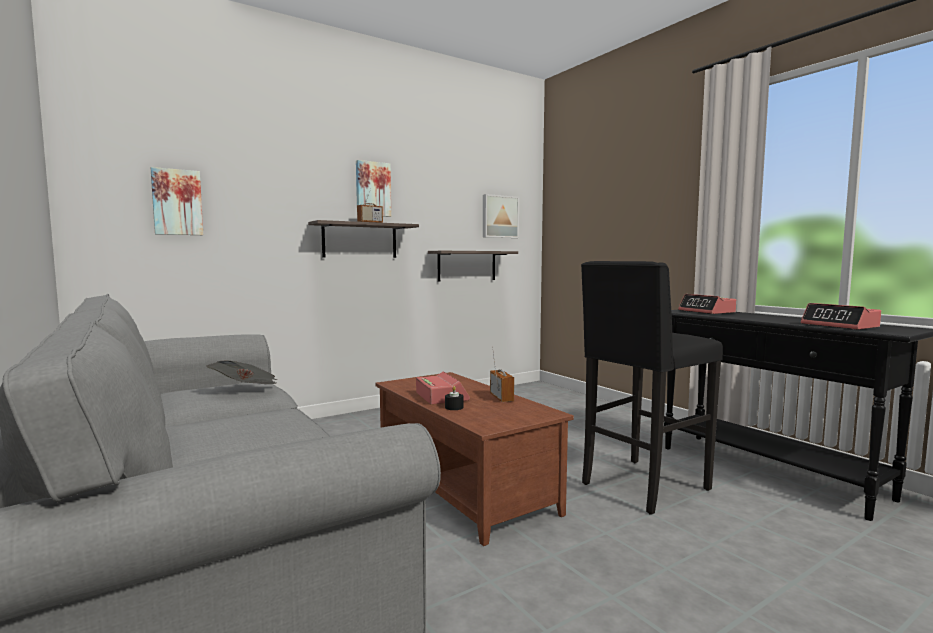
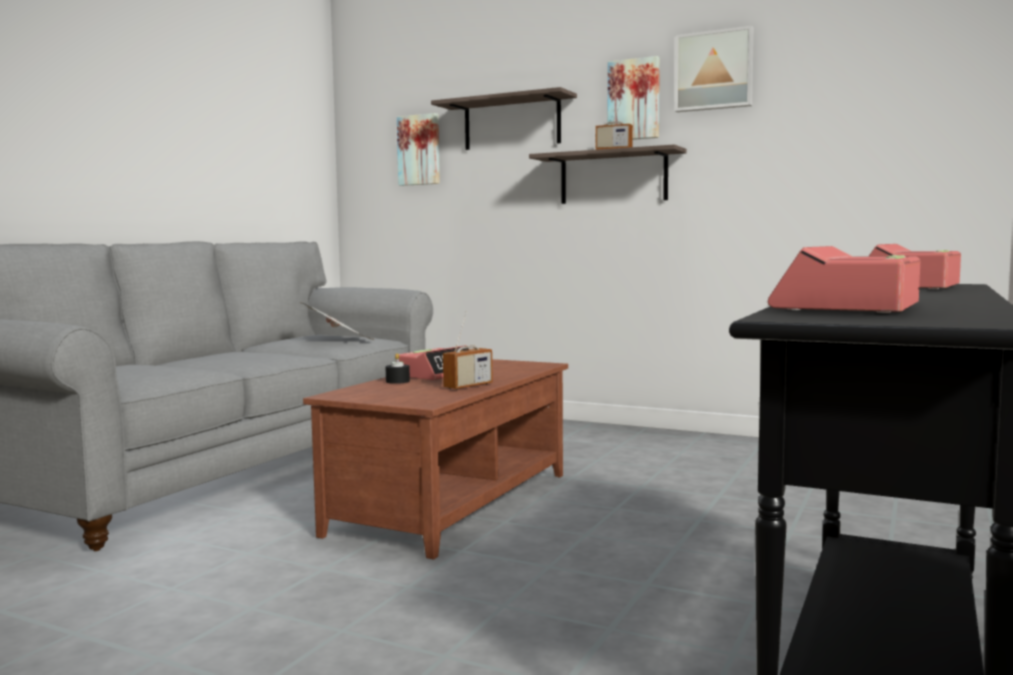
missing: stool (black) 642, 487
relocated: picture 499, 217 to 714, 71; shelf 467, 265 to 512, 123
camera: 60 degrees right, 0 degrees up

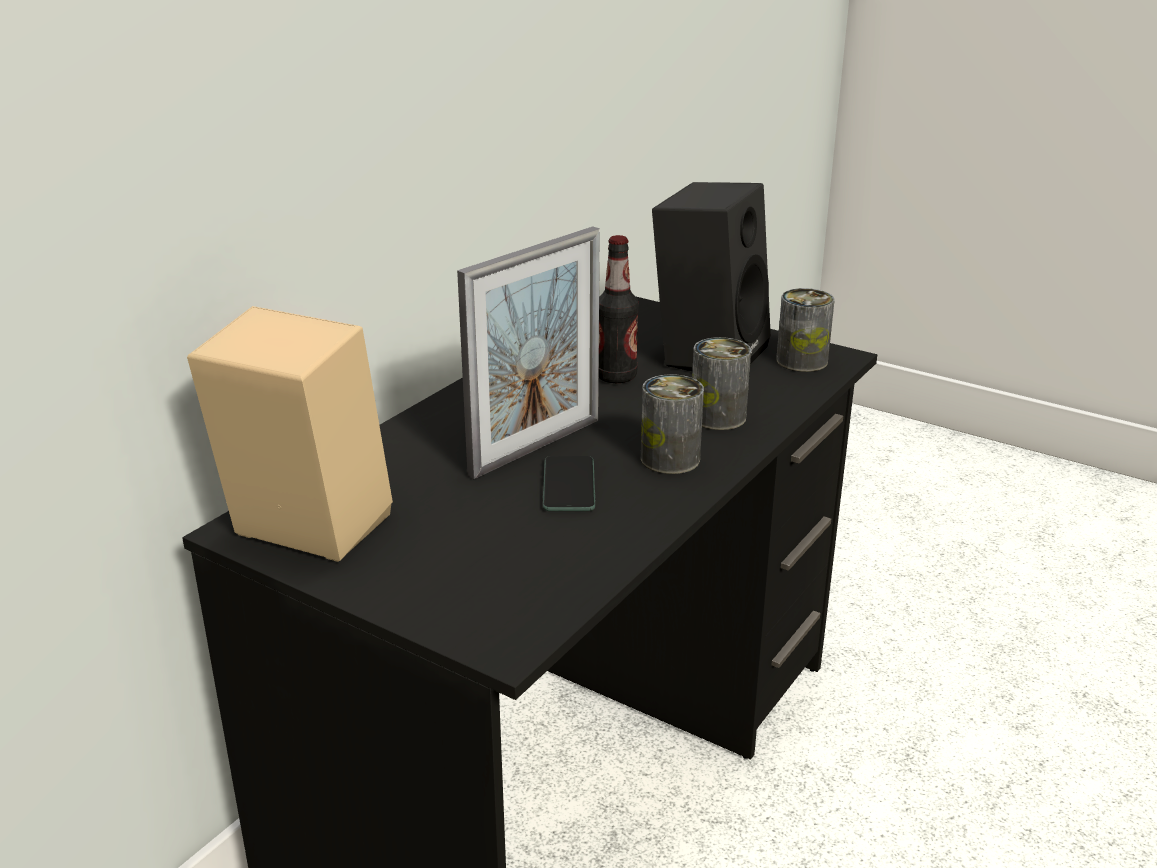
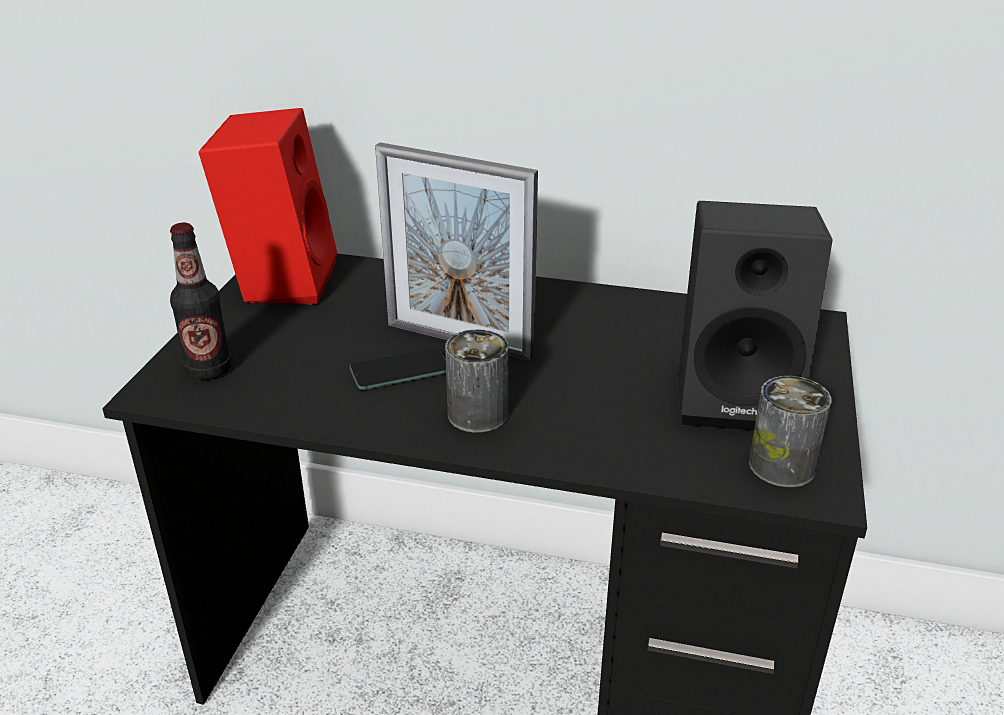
missing: can 718, 416
relocated: bottle 616, 377 to 209, 370
colour: speaker (beige) 302, 532 to speaker (red) 281, 280
camera: 70 degrees right, 5 degrees up

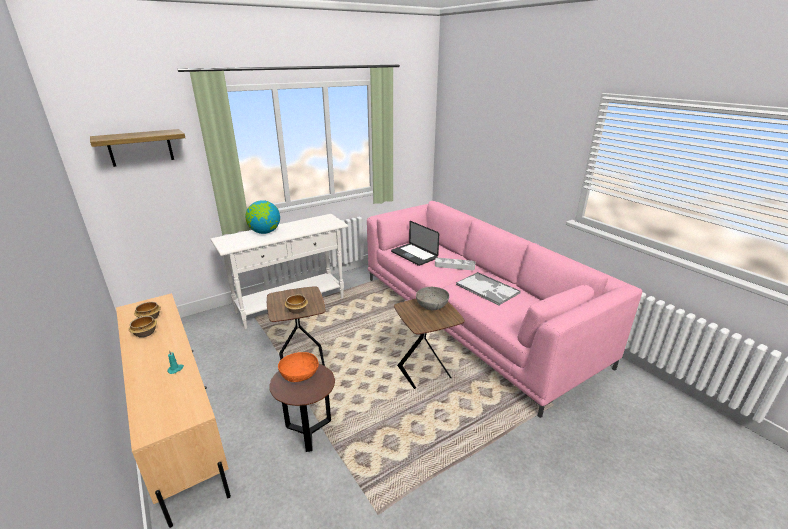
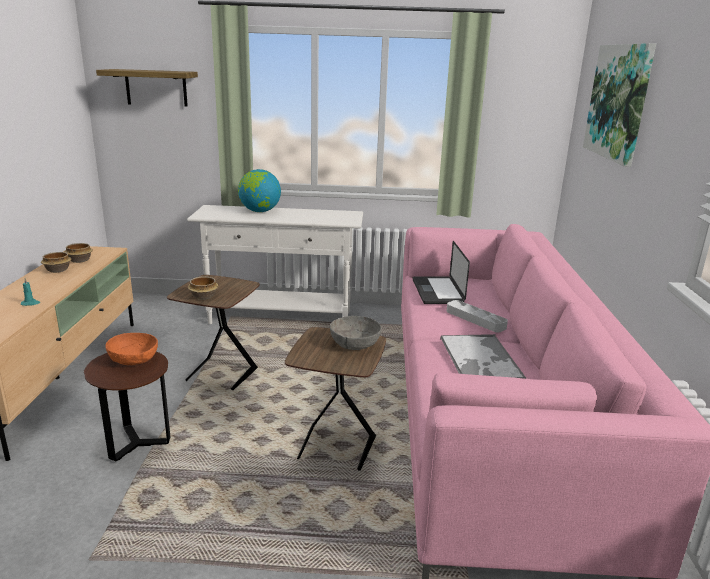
appeared: picture 618, 102
camera: 35 degrees right, 5 degrees down

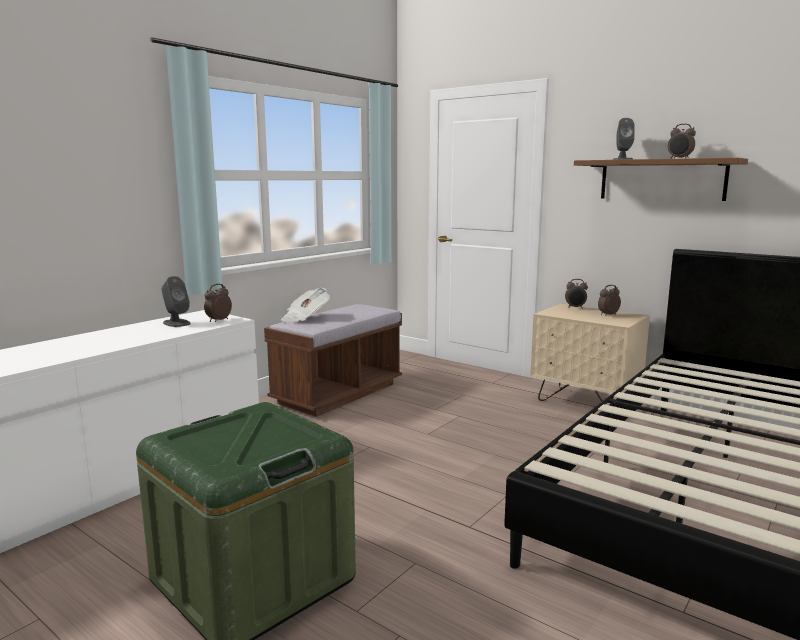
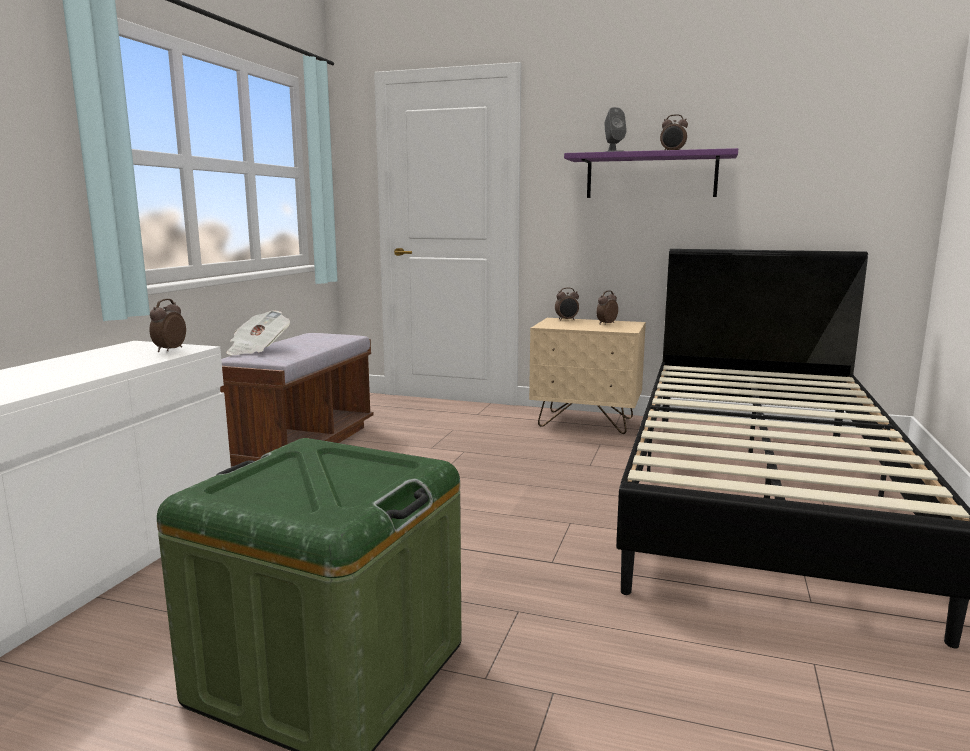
missing: speaker (grey) 176, 323
colour: shelf (brown) 661, 180 to shelf (purple) 651, 176
camera: 20 degrees left, 0 degrees up

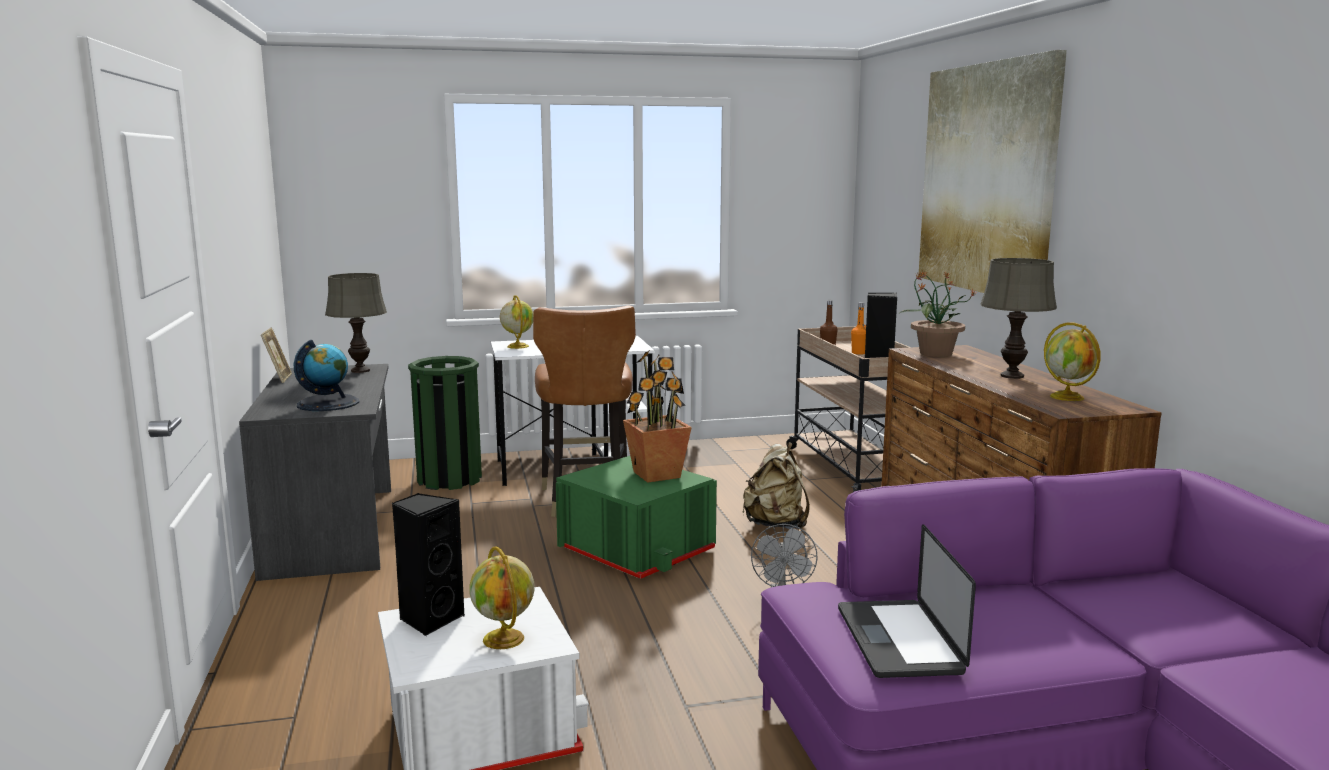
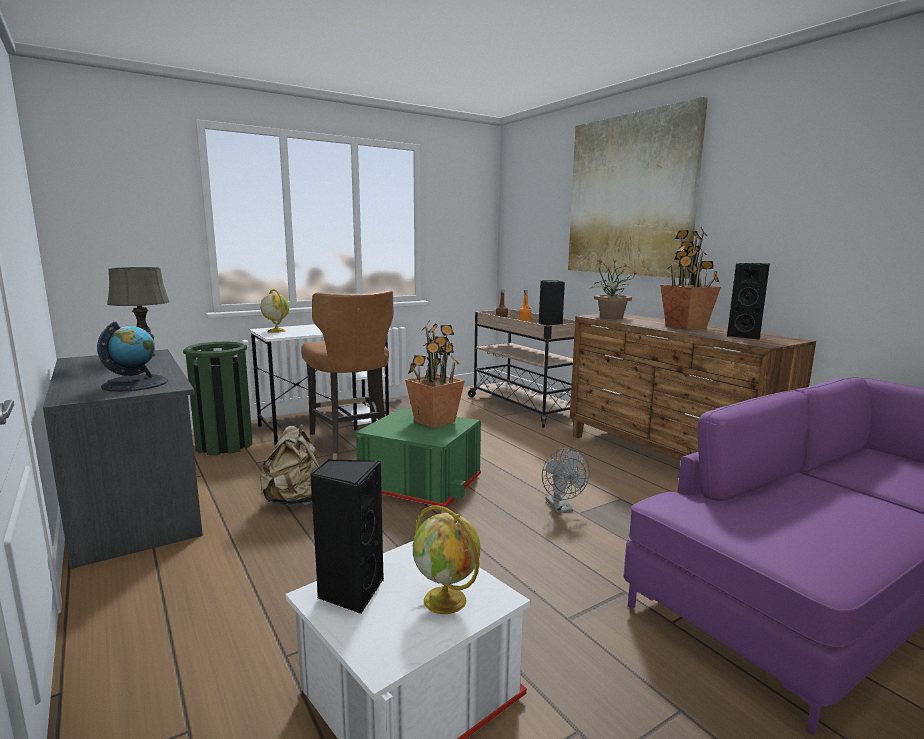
missing: picture frame 279, 378; laptop 899, 640
relocated: backpack (beige) 776, 525 to 295, 501
exchanged: table lamp (grey) 1012, 376 to potted plant 685, 326; globe 1068, 397 to speaker (black) 746, 336
camera: 20 degrees left, 0 degrees up

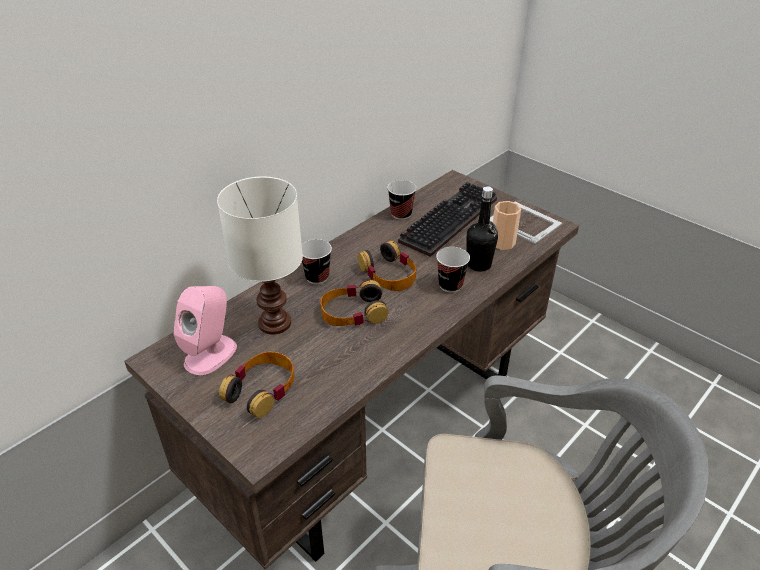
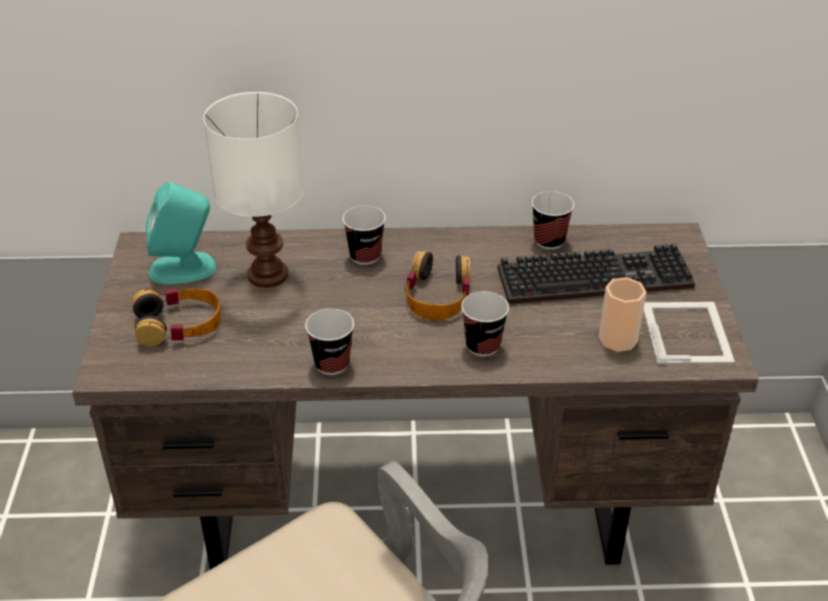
missing: bottle (black) 478, 264; headphones 353, 312
appeared: cup 332, 364
colour: speaker (pink) 211, 354 to speaker (turquoise) 183, 268
camera: 45 degrees right, 0 degrees up

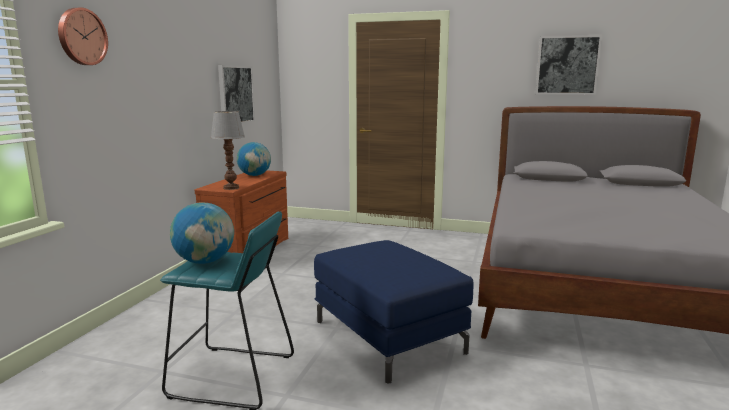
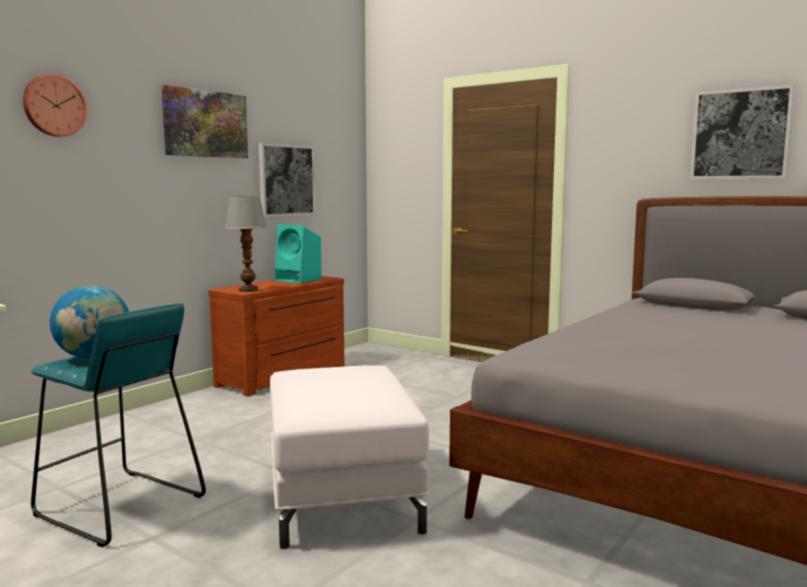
appeared: picture 205, 124
exchanged: globe 255, 175 to speaker (turquoise) 299, 280
colour: ottoman (blue) 389, 336 to ottoman (white) 343, 494
camera: 20 degrees right, 5 degrees down

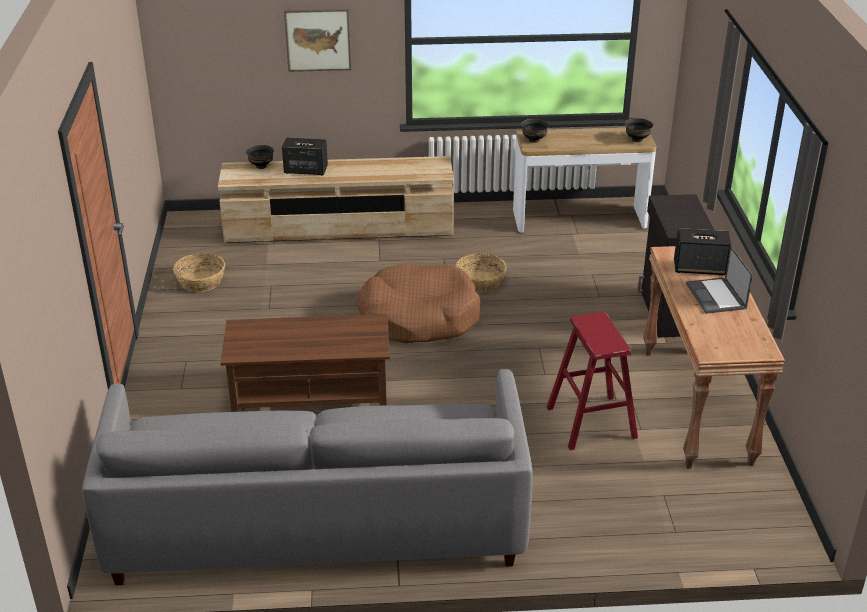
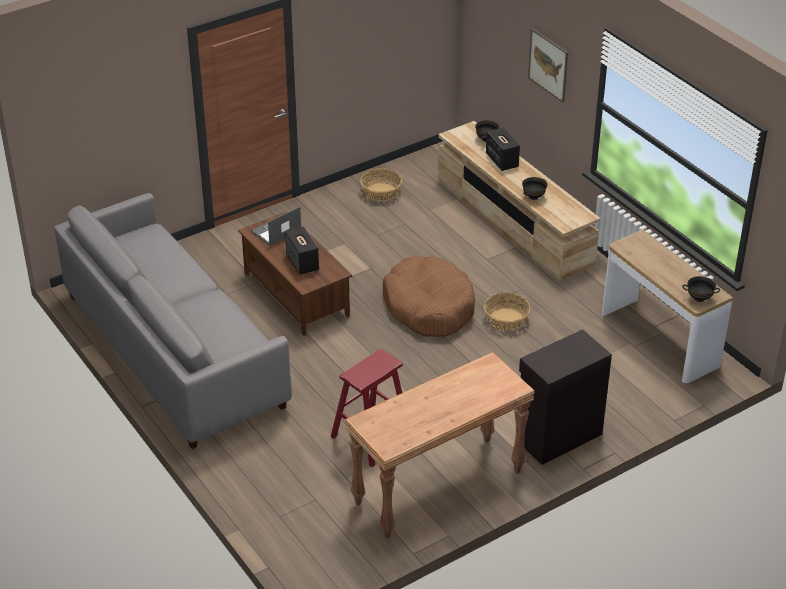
relocated: bowl (black) 534, 140 to 534, 197; speaker 700, 268 to 302, 262; laptop 716, 296 to 276, 231
camera: 60 degrees right, 5 degrees up

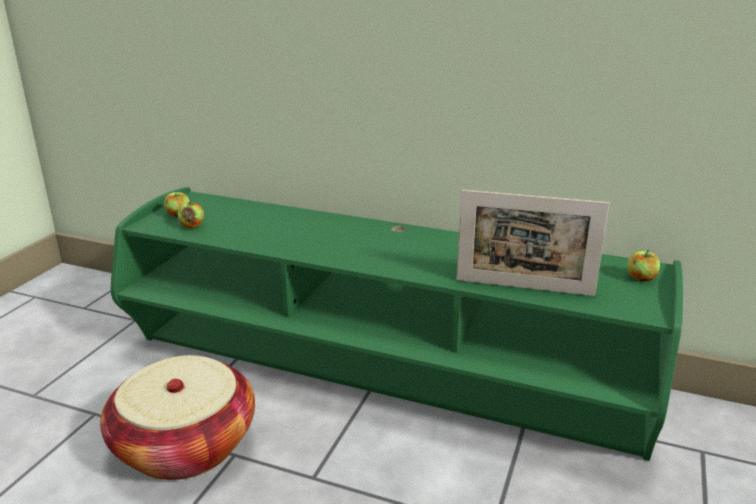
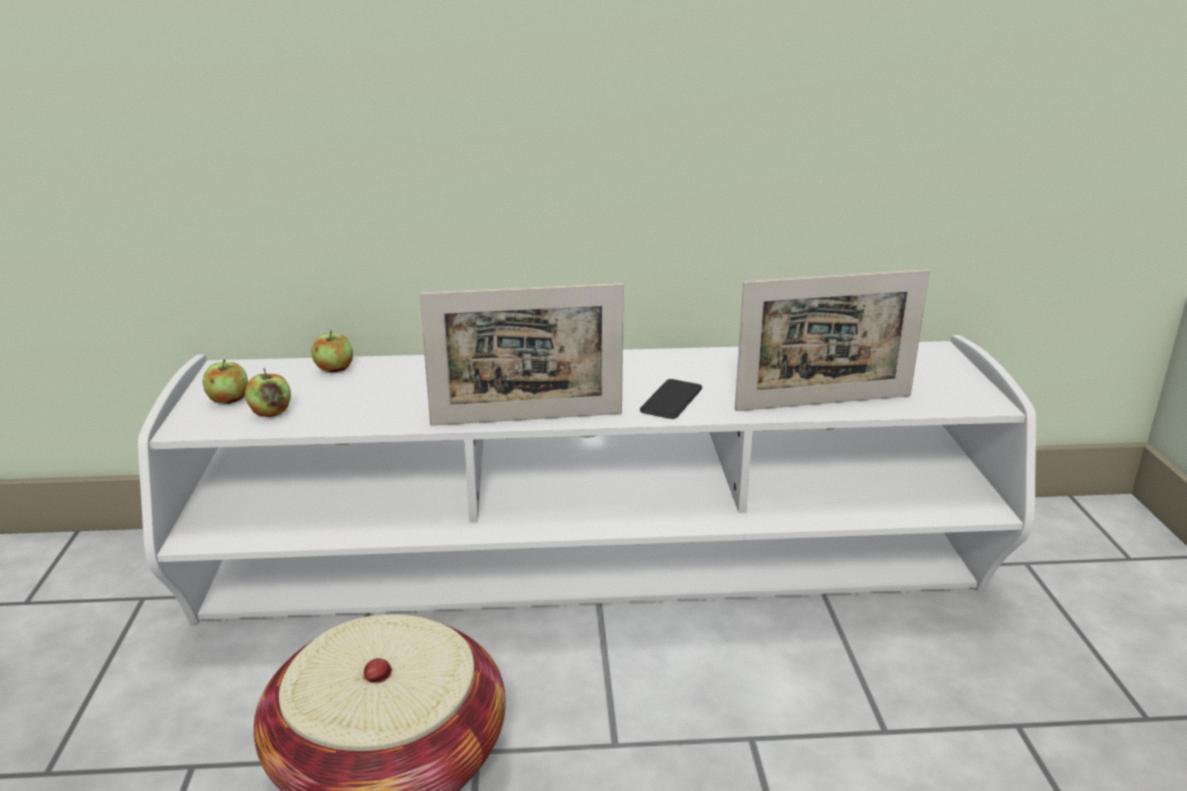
appeared: picture frame 527, 419; phone 671, 400
relocated: apple 641, 278 to 334, 369
colour: tv stand (green) 379, 374 to tv stand (white) 595, 577
camera: 25 degrees left, 0 degrees up

